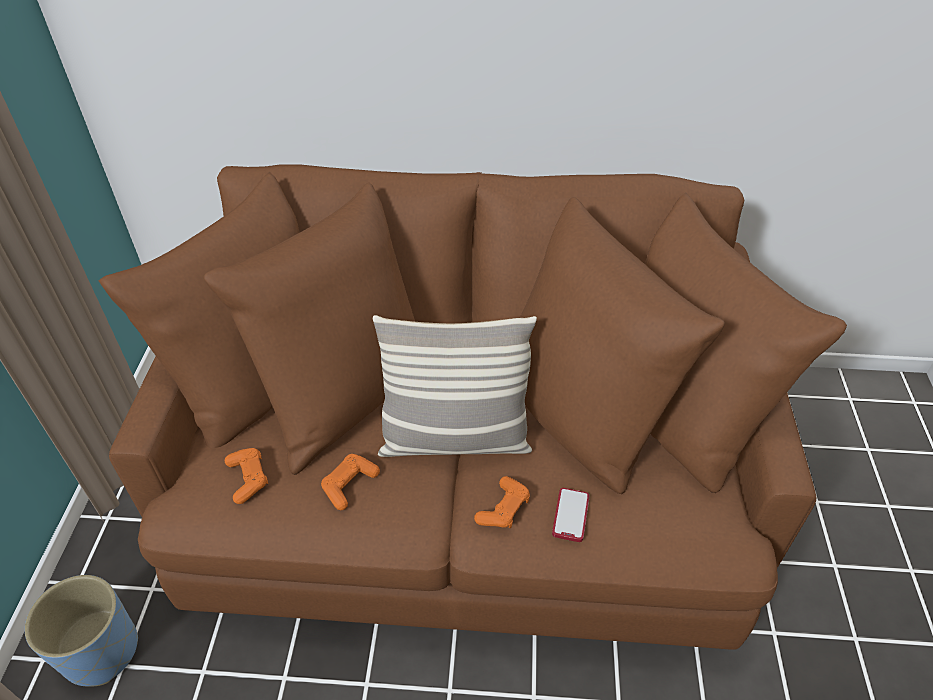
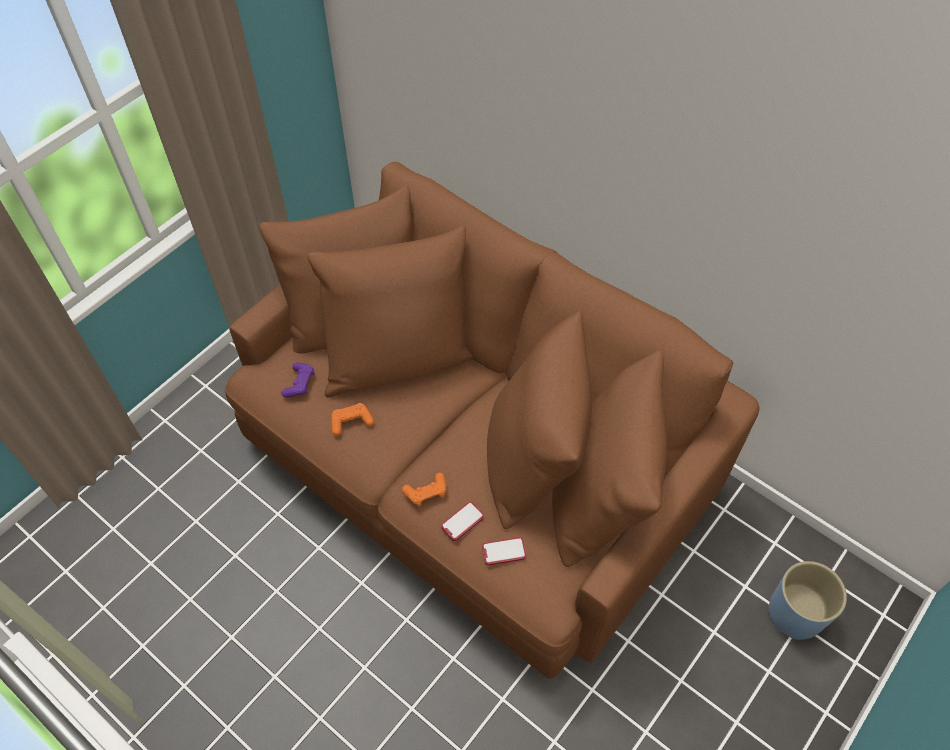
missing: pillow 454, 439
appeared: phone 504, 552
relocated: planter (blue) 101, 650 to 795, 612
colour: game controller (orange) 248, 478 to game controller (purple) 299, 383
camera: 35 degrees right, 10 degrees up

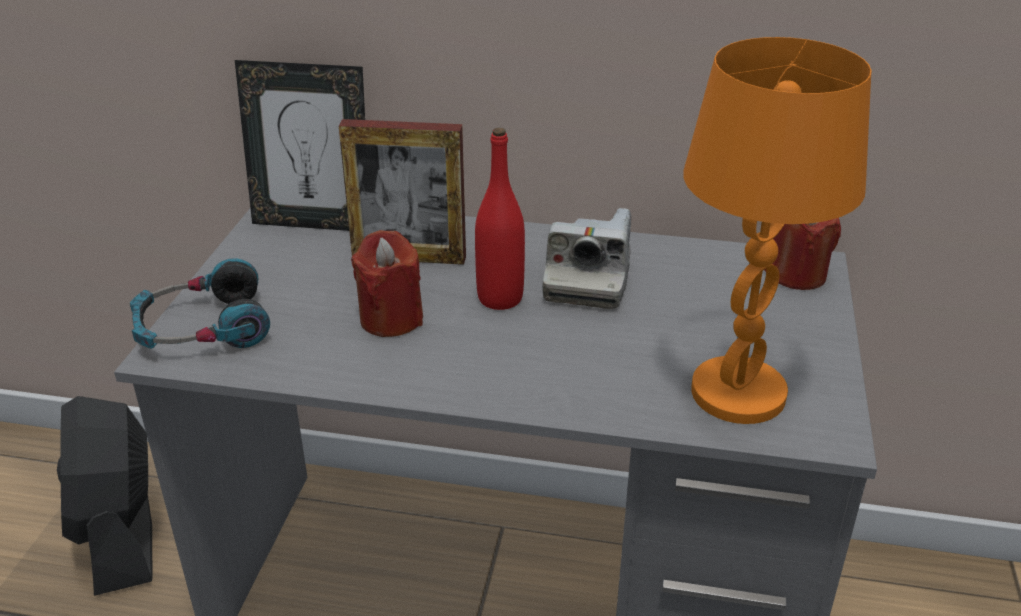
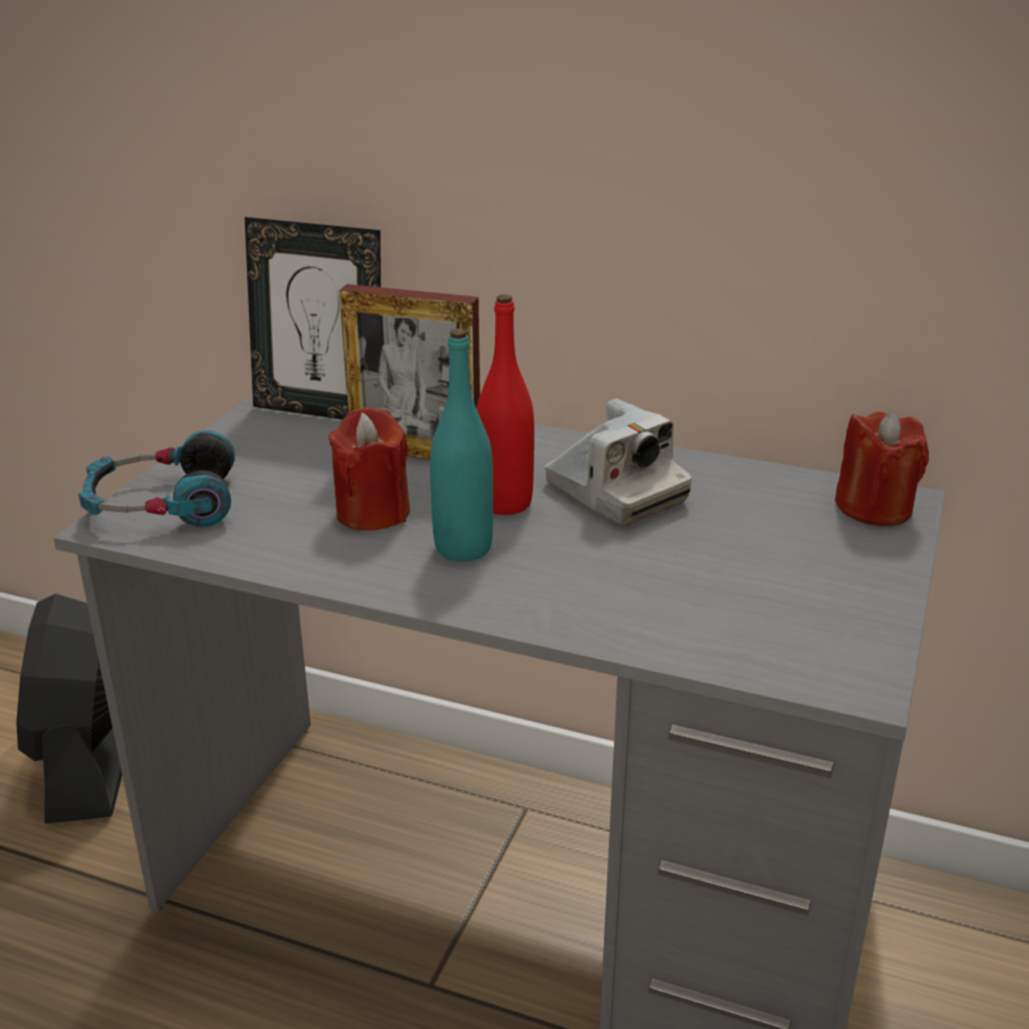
missing: table lamp (orange) 738, 394
appeared: bottle (turquoise) 463, 548
spun: photo camera 587, 280 = 615, 493 60 degrees counterclockwise
camera: 10 degrees right, 5 degrees down

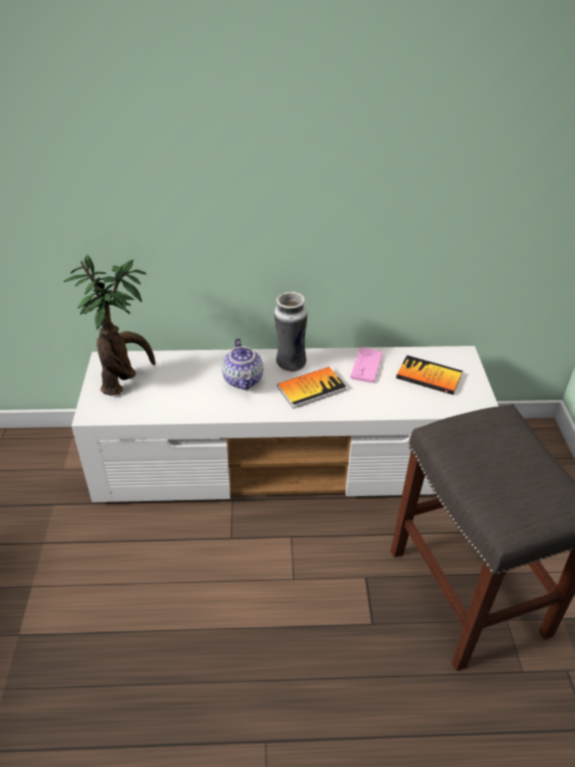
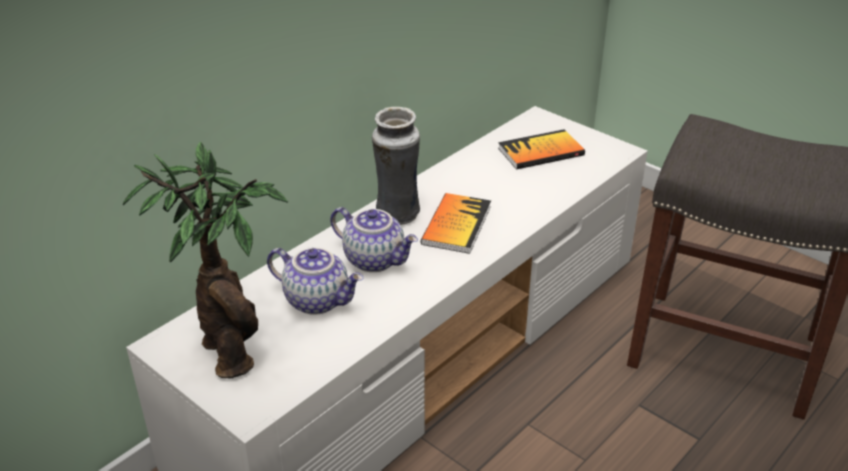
missing: game controller (pink) 366, 366
appeared: teapot 318, 300
camera: 45 degrees left, 5 degrees down

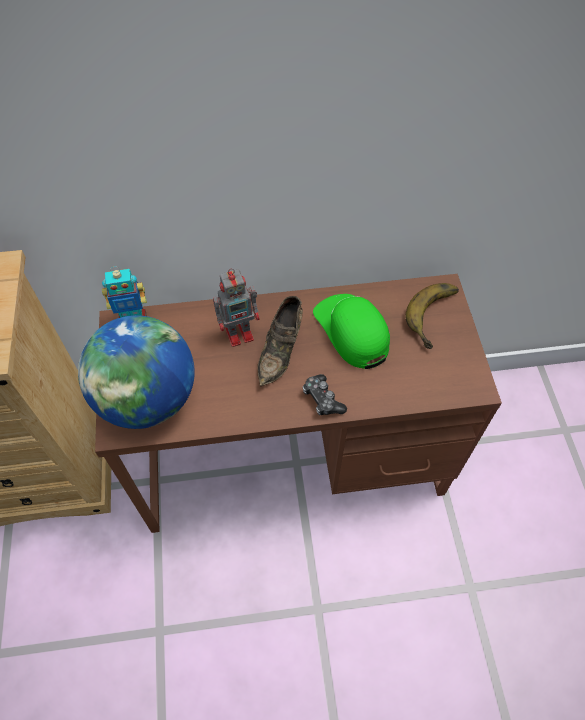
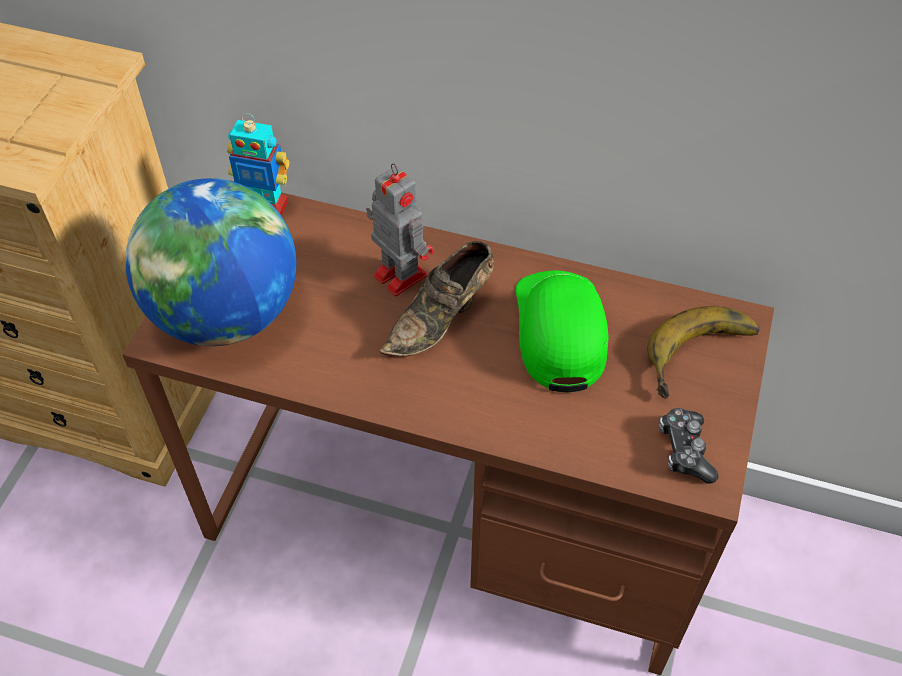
relocated: game controller 322, 399 to 685, 450
spun: toy robot 240, 332 = 398, 274 135 degrees counterclockwise
camera: 25 degrees right, 5 degrees down

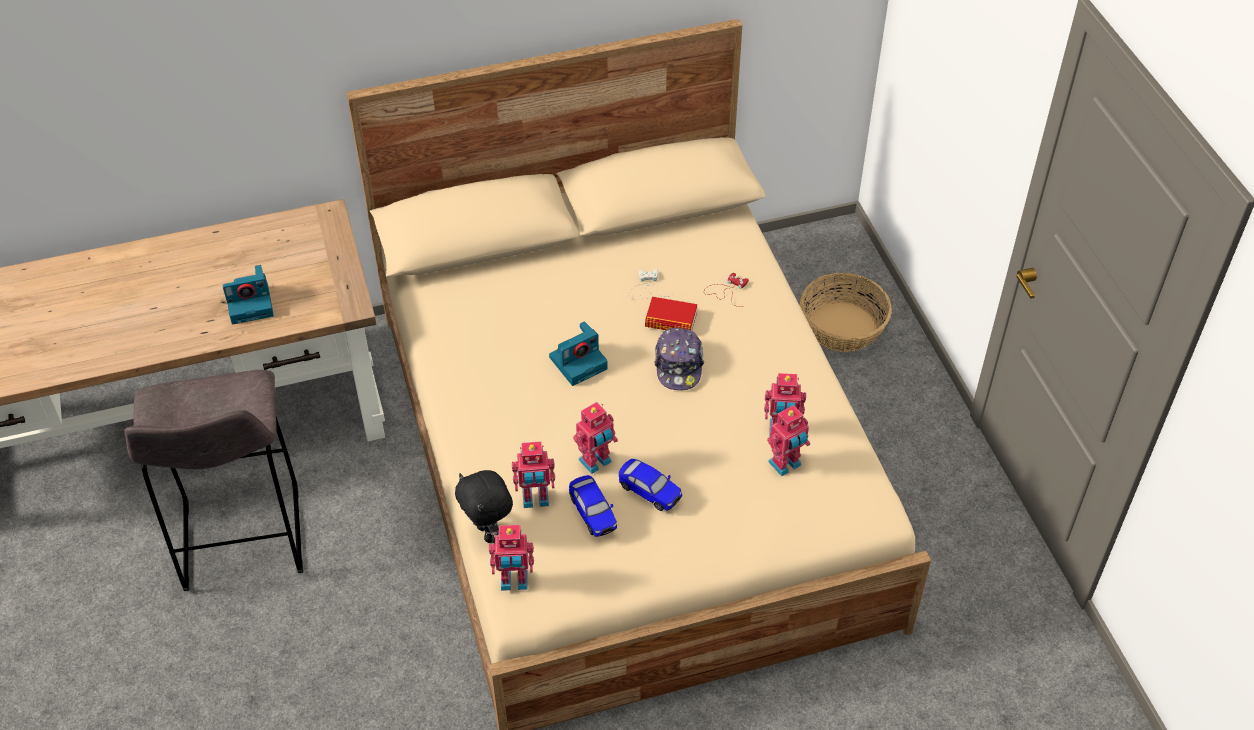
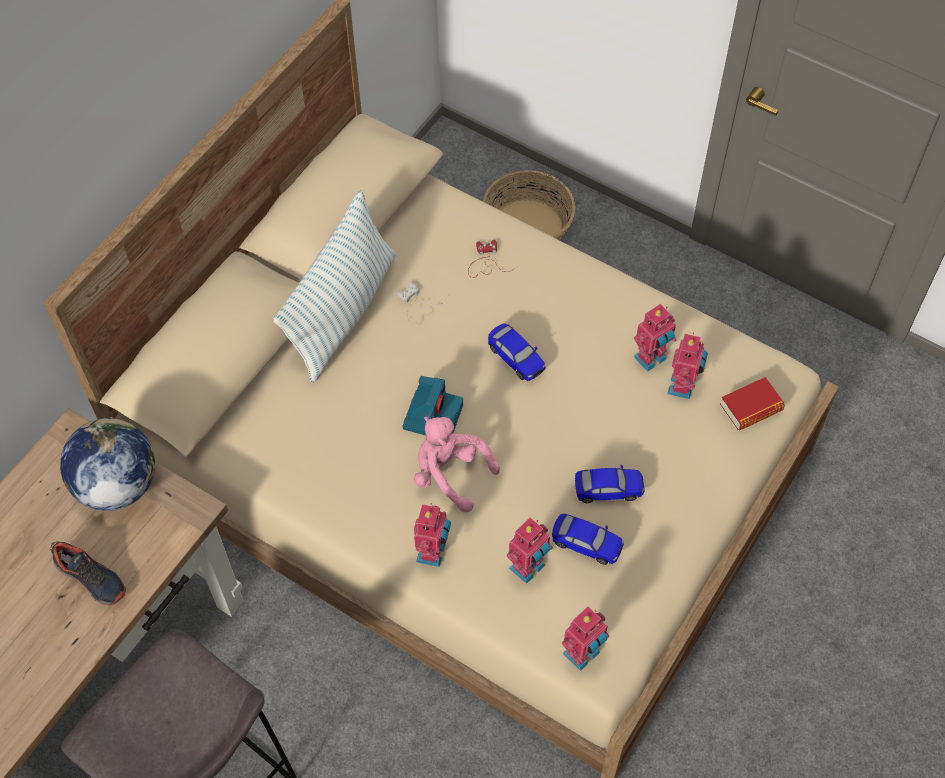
missing: plush toy (black) 488, 533
appeared: pillow 343, 312; globe 117, 485; plush toy (pink) 450, 474
relocated: book 671, 320 to 751, 407; toy robot 596, 462 to 433, 553
exchanged: photo camera 251, 303 to shoe 91, 578; cap 679, 365 to toy car 516, 358
camera: 40 degrees left, 10 degrees up

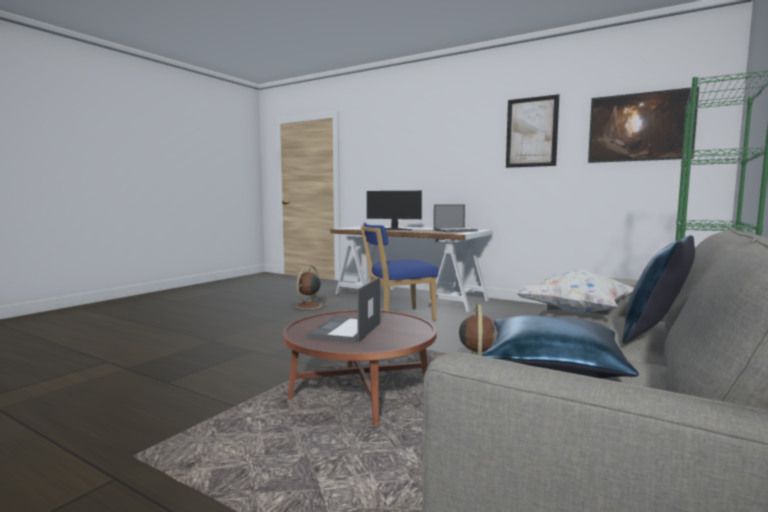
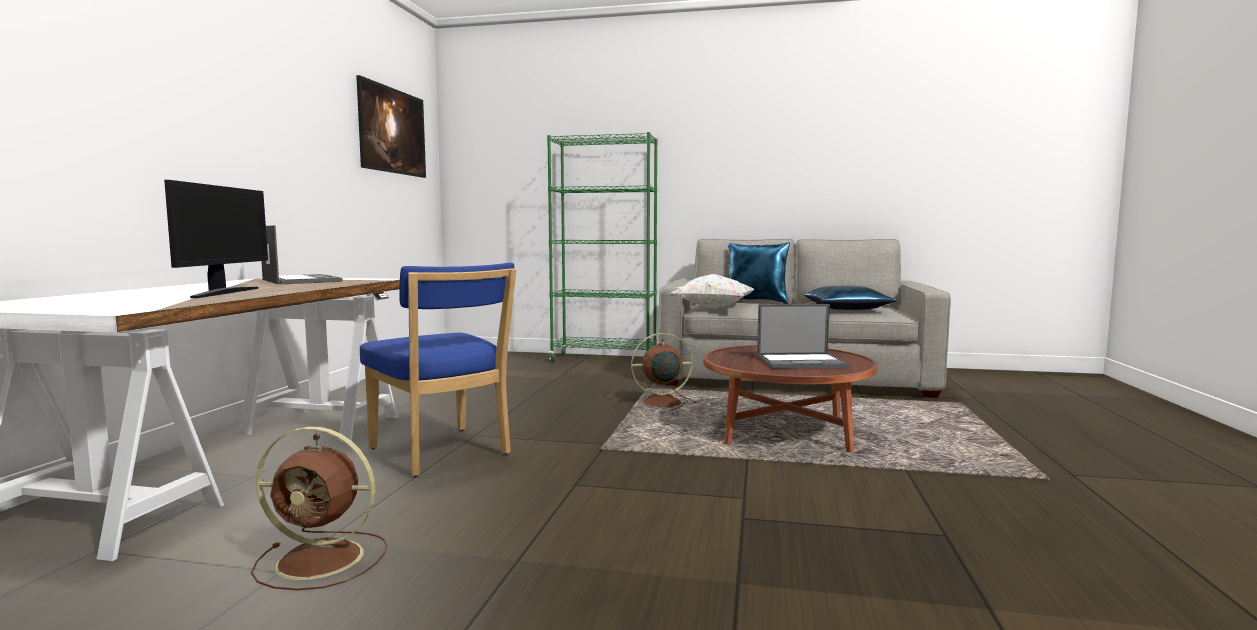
missing: picture 531, 132
camera: 110 degrees left, 0 degrees up

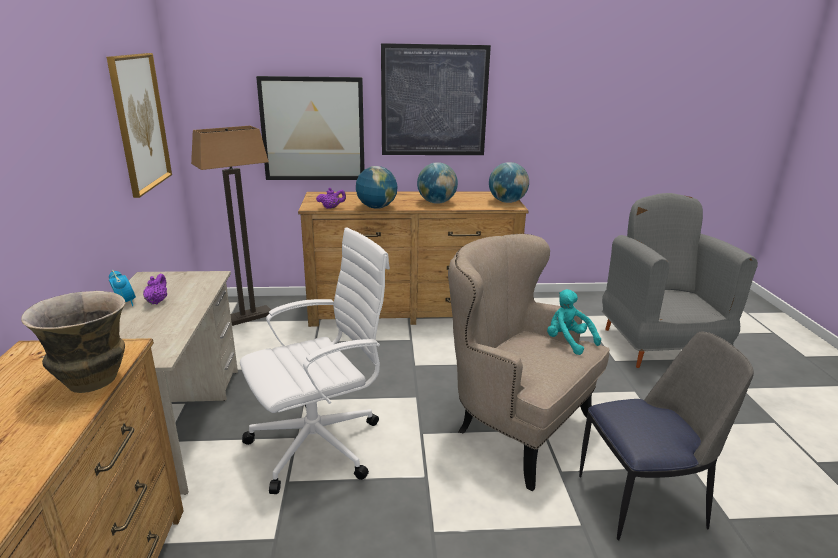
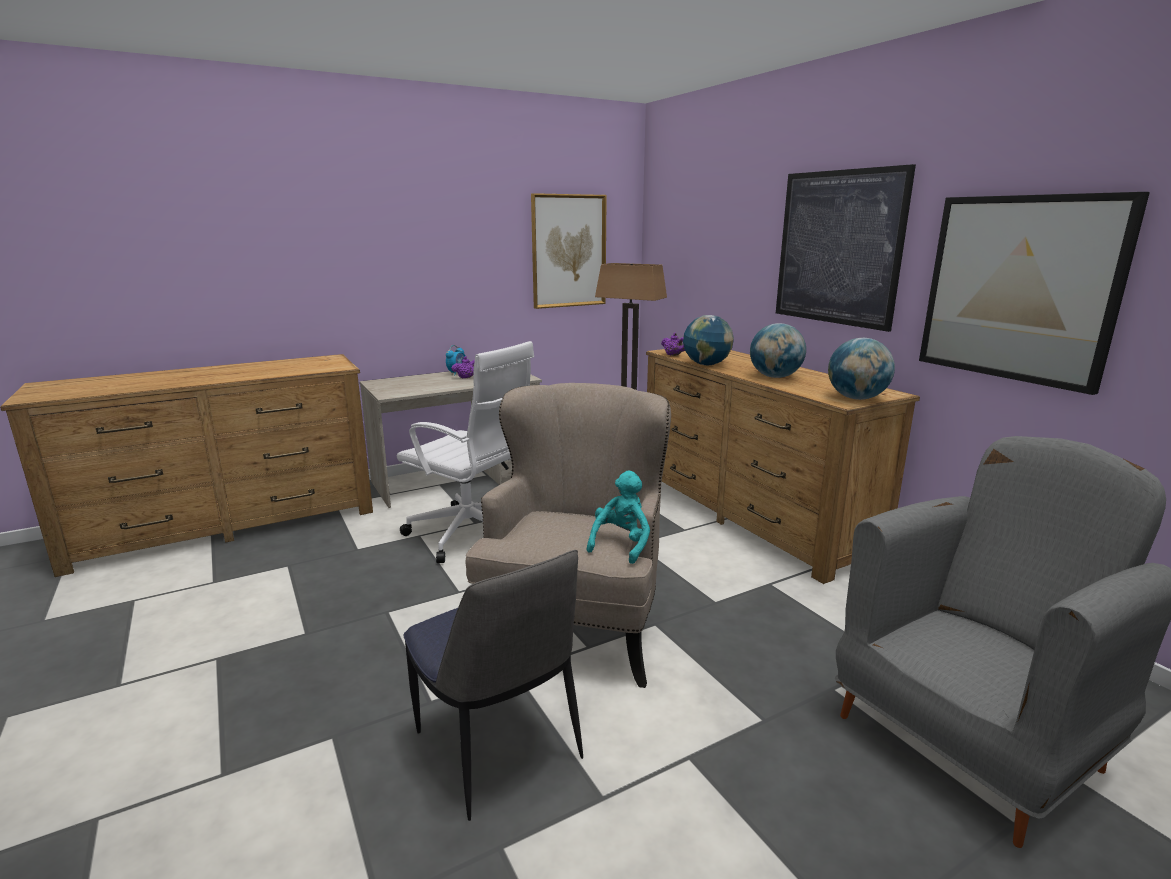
missing: vase 92, 380
relocated: picture 313, 129 to 1019, 288
camera: 65 degrees right, 5 degrees down

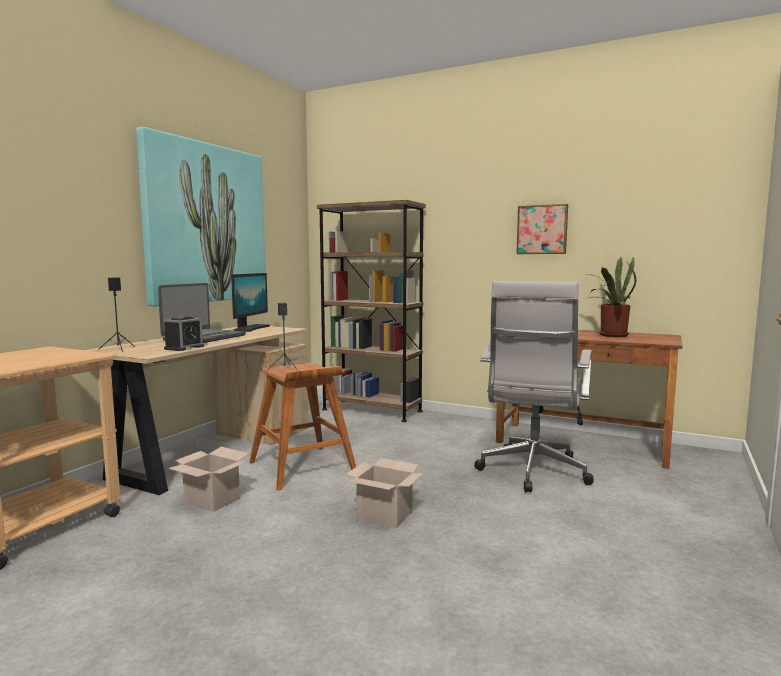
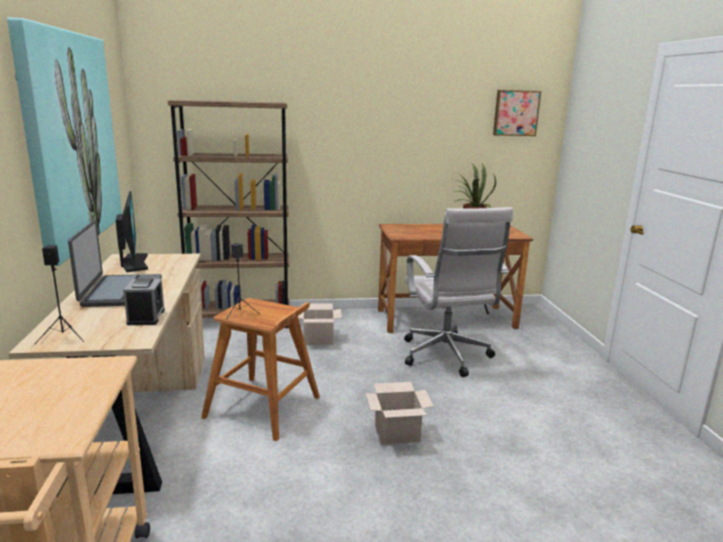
relocated: picture 542, 229 to 515, 113; cardboard box 210, 500 to 317, 339
camera: 35 degrees left, 10 degrees up

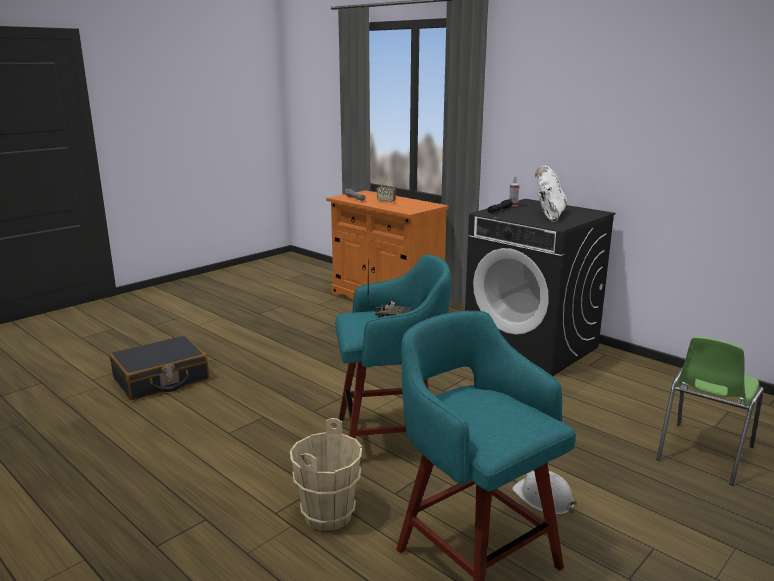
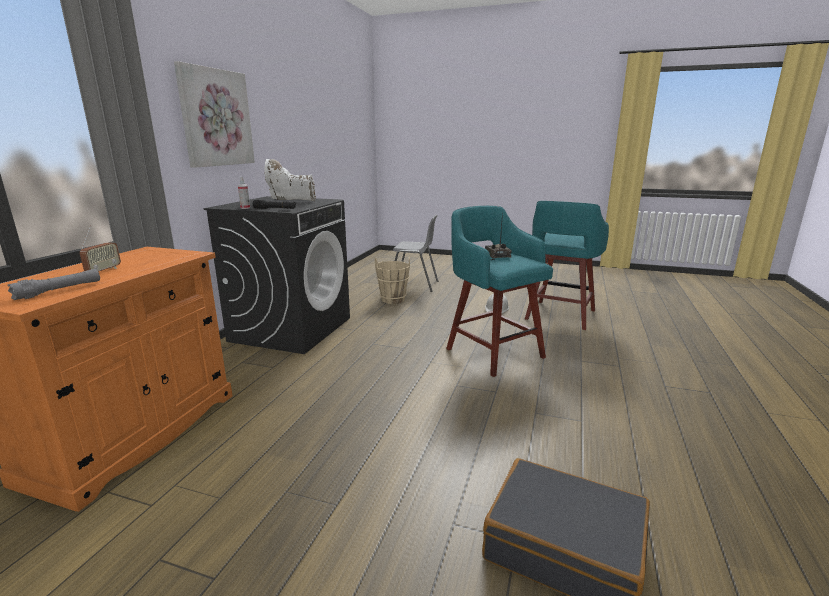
appeared: picture 215, 118
relocated: bucket (beige) 329, 515 to 393, 300
colour: chair (green) 703, 453 to chair (grey) 414, 285
camera: 115 degrees left, 0 degrees up

